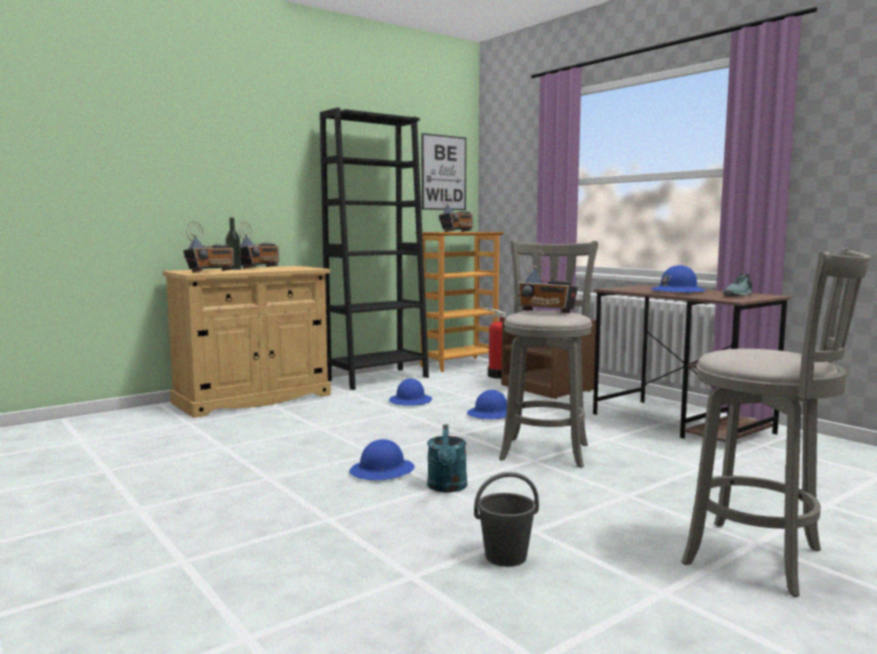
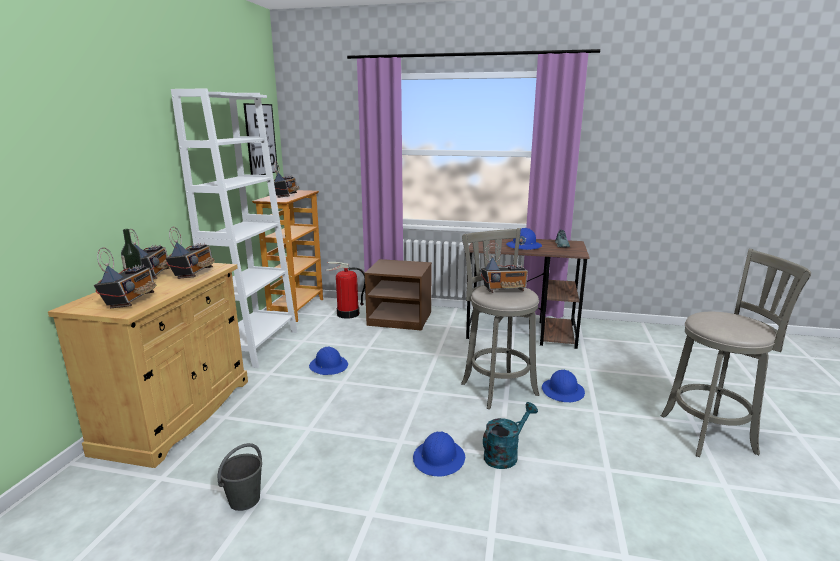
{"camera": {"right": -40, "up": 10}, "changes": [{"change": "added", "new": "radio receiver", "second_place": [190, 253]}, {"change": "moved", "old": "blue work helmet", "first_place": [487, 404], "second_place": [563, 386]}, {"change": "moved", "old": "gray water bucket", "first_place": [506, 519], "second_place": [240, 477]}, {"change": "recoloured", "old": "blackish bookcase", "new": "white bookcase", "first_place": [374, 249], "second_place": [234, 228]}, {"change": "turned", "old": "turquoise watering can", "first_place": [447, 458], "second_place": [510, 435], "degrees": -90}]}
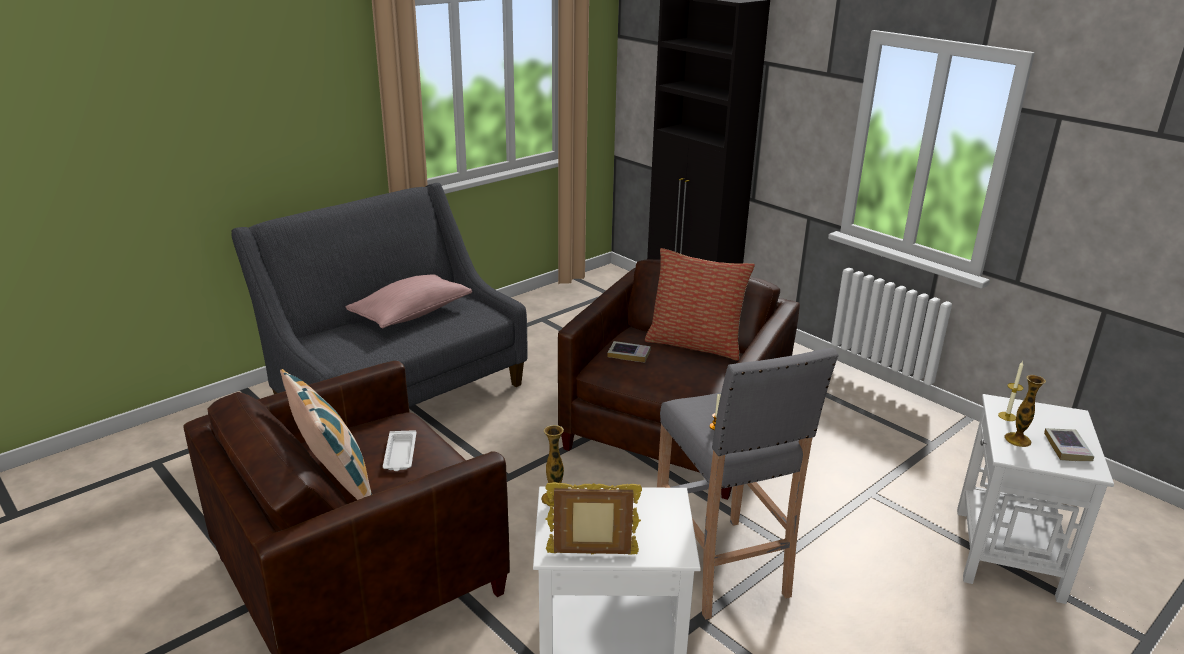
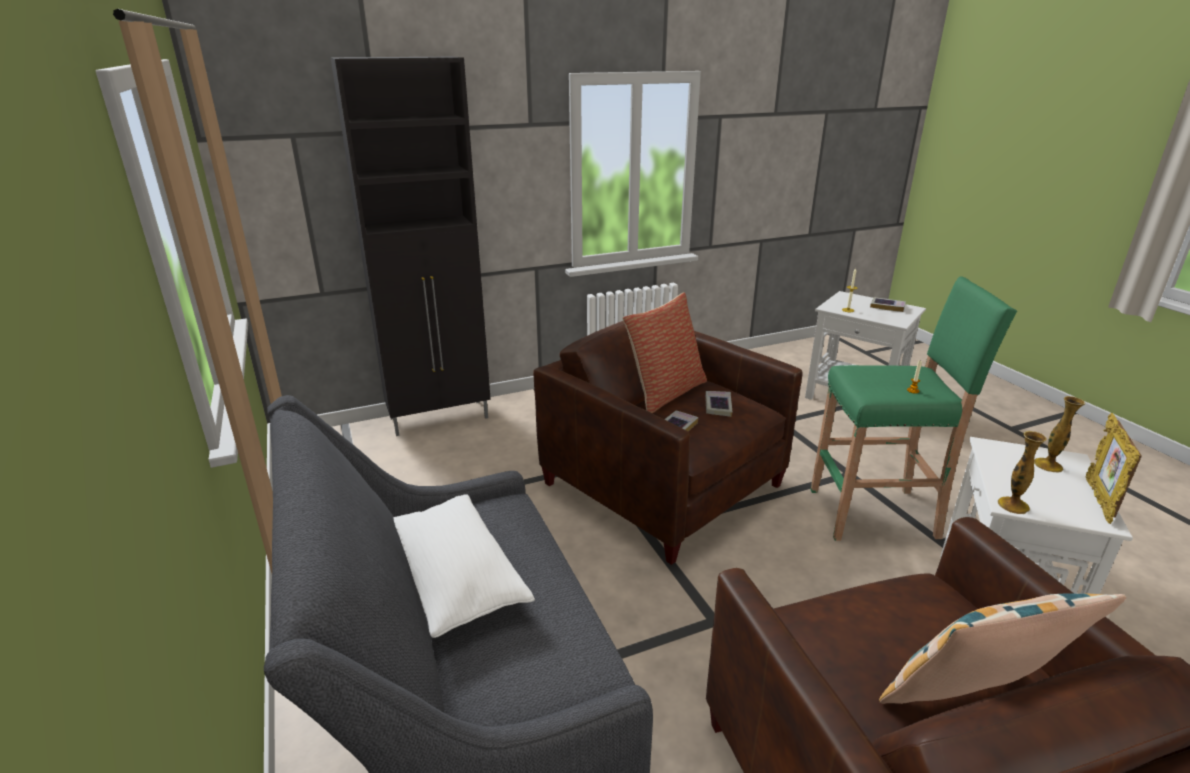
{"camera": {"right": -70, "up": 0}, "changes": [{"change": "removed", "old": "white carrying tray", "first_place": [400, 450]}, {"change": "added", "new": "bound book", "second_place": [718, 404]}, {"change": "moved", "old": "vase", "first_place": [1025, 411], "second_place": [1059, 434]}, {"change": "recoloured", "old": "pinkish cushion", "new": "white cushion", "first_place": [409, 301], "second_place": [464, 566]}, {"change": "recoloured", "old": "gray stool seat", "new": "green stool seat", "first_place": [747, 484], "second_place": [913, 409]}]}
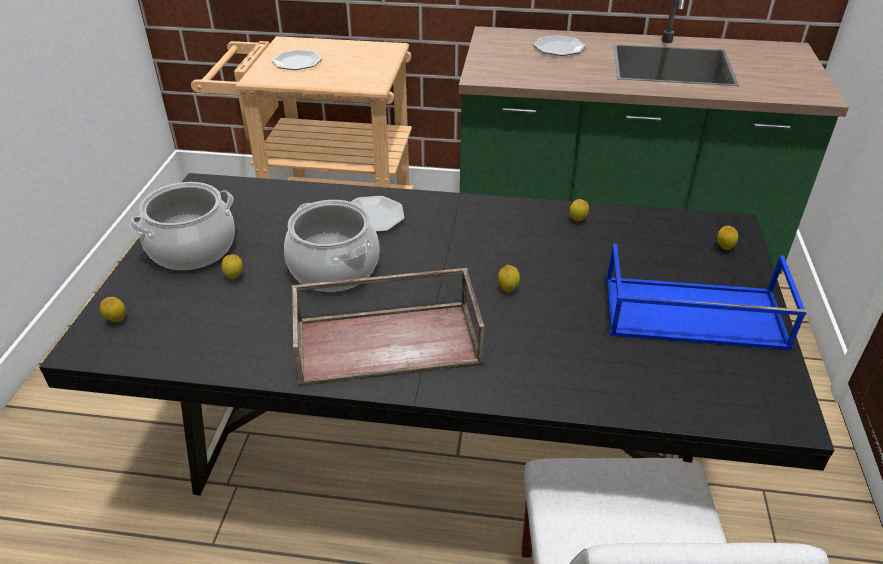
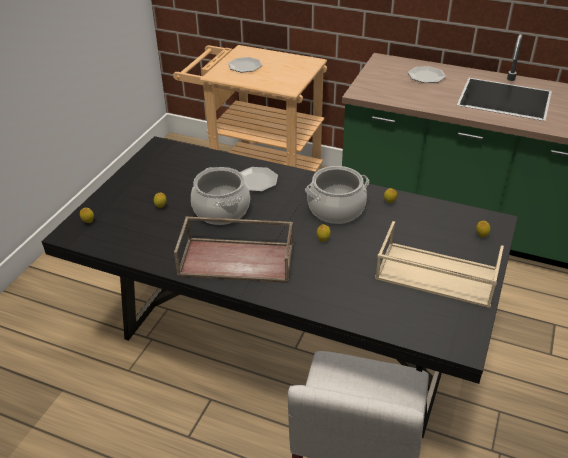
{"camera": {"right": 15, "up": 0}, "changes": [{"change": "moved", "old": "cooking pot", "first_place": [182, 226], "second_place": [337, 195]}, {"change": "recoloured", "old": "blue carrying tray", "new": "sand-coloured carrying tray", "first_place": [706, 297], "second_place": [439, 264]}]}
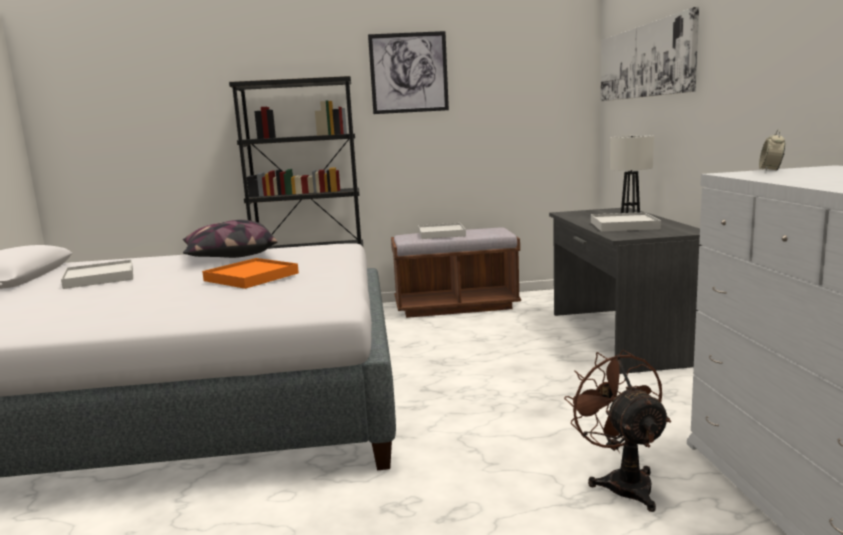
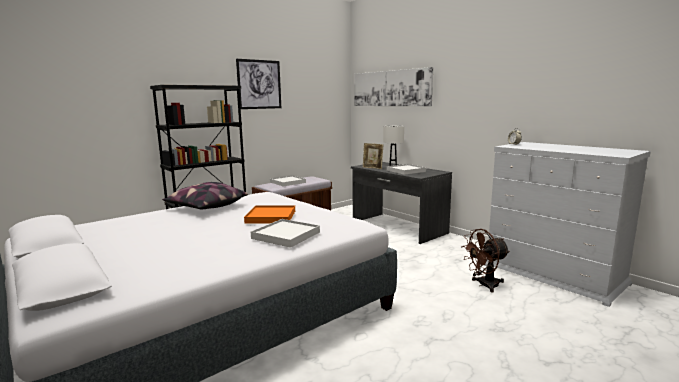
{"camera": {"right": -35, "up": 0}, "changes": [{"change": "added", "new": "photo frame", "second_place": [373, 156]}, {"change": "moved", "old": "white carrying tray", "first_place": [97, 274], "second_place": [285, 233]}, {"change": "turned", "old": "brownish cooling fan", "first_place": [617, 431], "second_place": [485, 261], "degrees": -60}]}
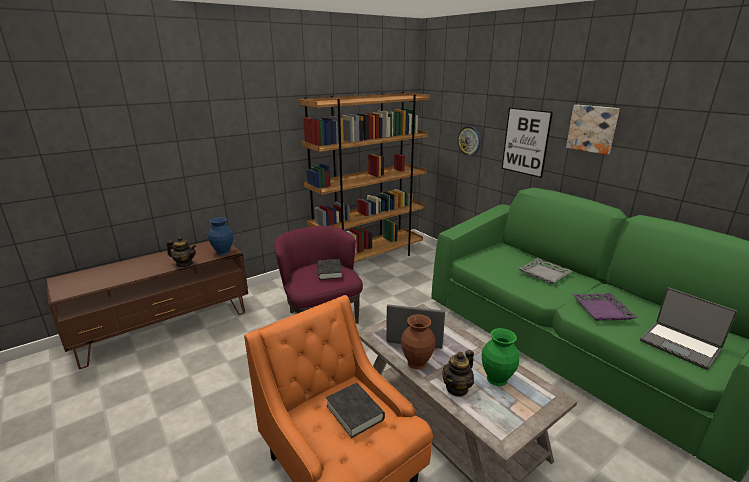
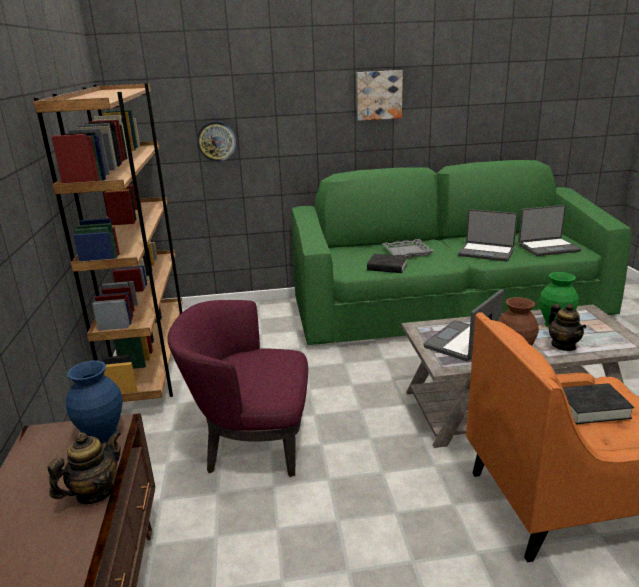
{"camera": {"right": -60, "up": 0}, "changes": [{"change": "removed", "old": "wall picture", "first_place": [527, 142]}, {"change": "moved", "old": "blackish bound book", "first_place": [330, 269], "second_place": [387, 263]}, {"change": "replaced", "old": "purplish carrying tray", "new": "notebook computer", "first_place": [605, 307], "second_place": [488, 235]}]}
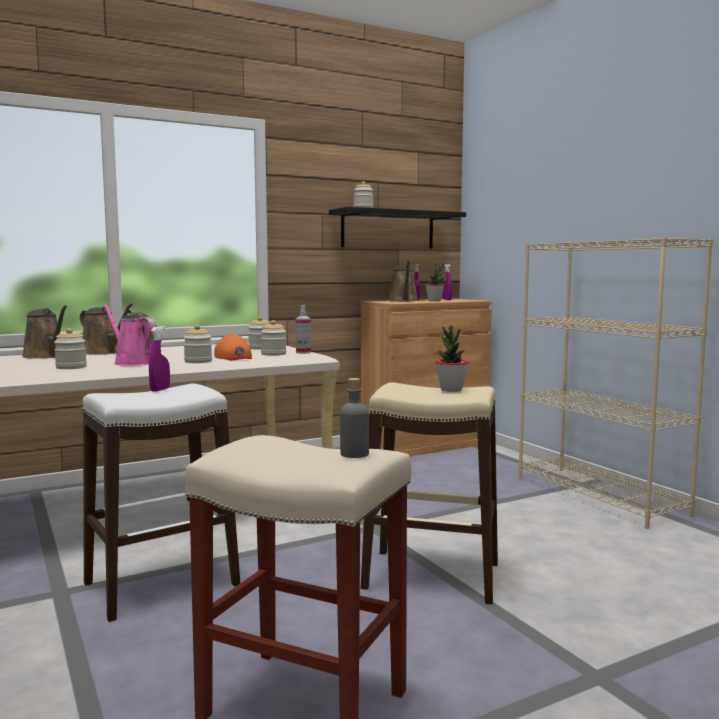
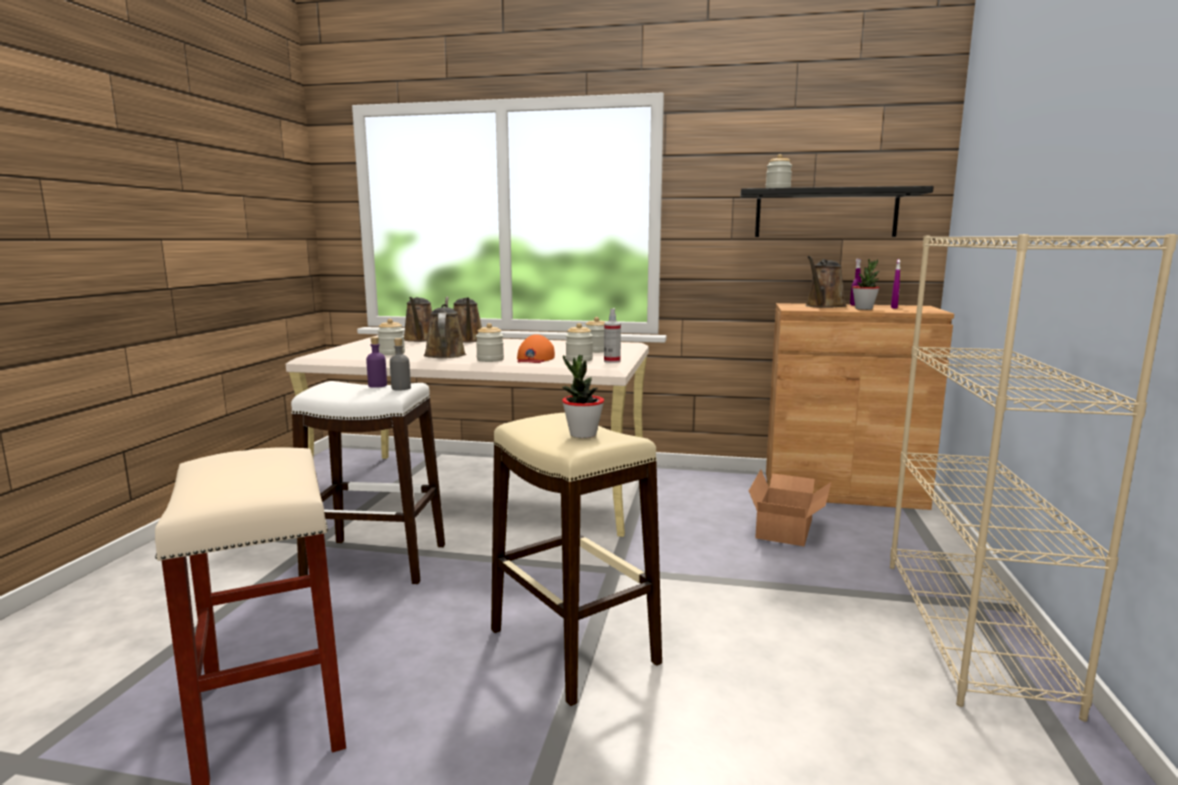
{"camera": {"right": 40, "up": 5}, "changes": [{"change": "added", "new": "cardboard box", "second_place": [790, 507]}, {"change": "moved", "old": "gray bottle", "first_place": [354, 418], "second_place": [400, 364]}, {"change": "replaced", "old": "purplish spray bottle", "new": "purplish bottle", "first_place": [159, 359], "second_place": [376, 362]}, {"change": "recoloured", "old": "pinkish watering can", "new": "brownish watering can", "first_place": [130, 335], "second_place": [445, 327]}]}
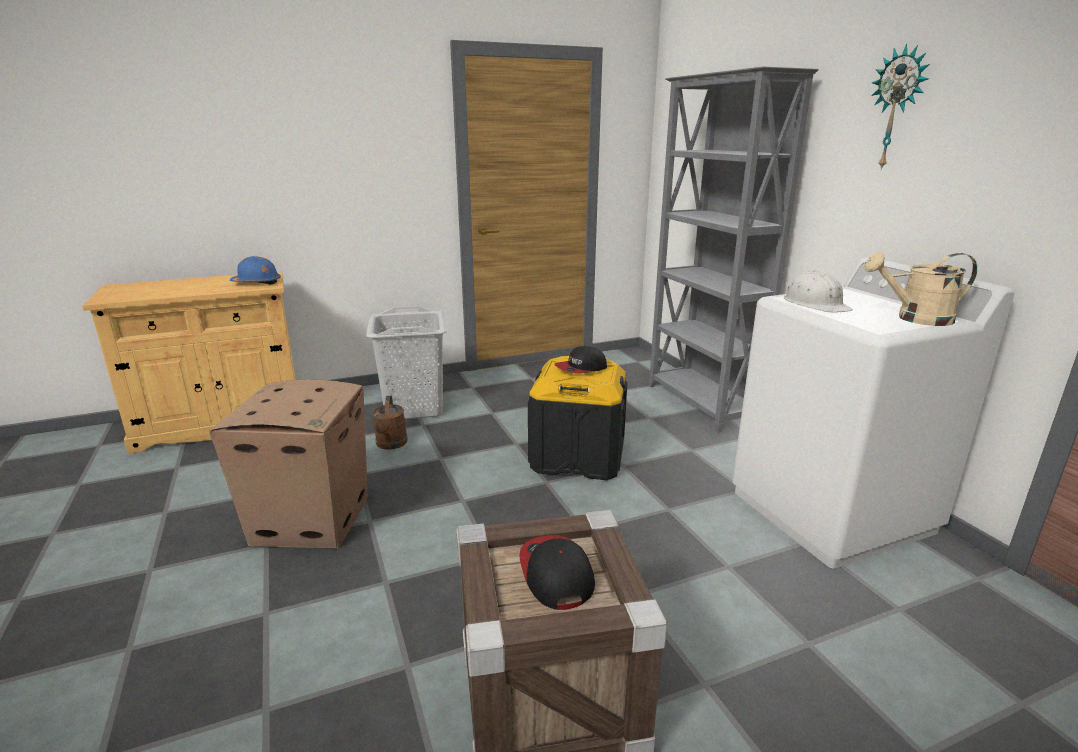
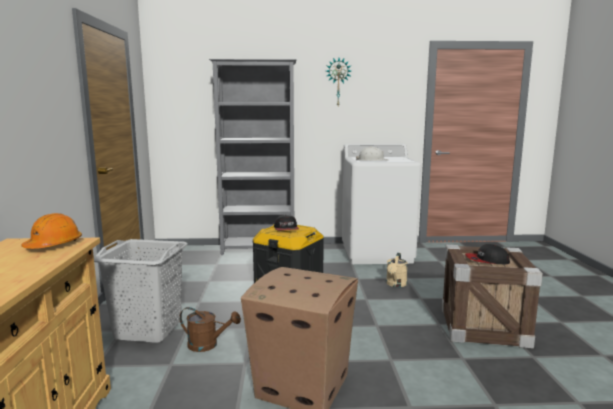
{"camera": {"right": -70, "up": -10}, "changes": [{"change": "moved", "old": "sand-coloured watering can", "first_place": [921, 289], "second_place": [397, 270]}, {"change": "recoloured", "old": "blue work helmet", "new": "orange work helmet", "first_place": [255, 270], "second_place": [52, 231]}]}
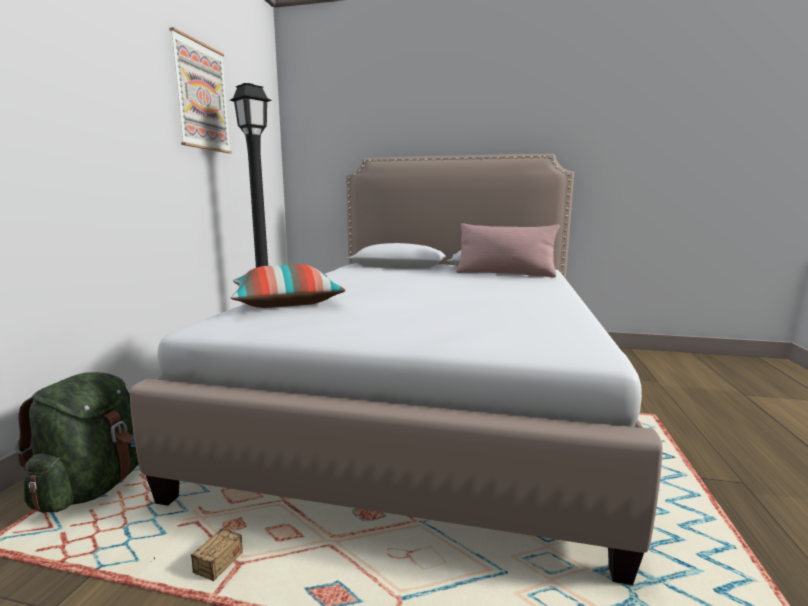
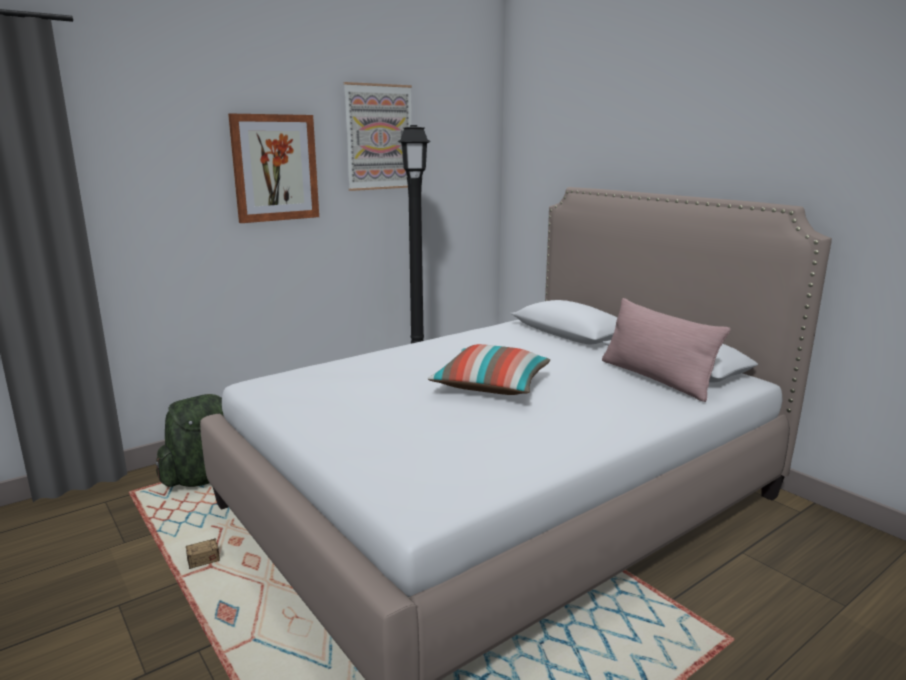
{"camera": {"right": 40, "up": 5}, "changes": [{"change": "added", "new": "wall picture", "second_place": [273, 168]}, {"change": "moved", "old": "cushion", "first_place": [288, 286], "second_place": [489, 369]}]}
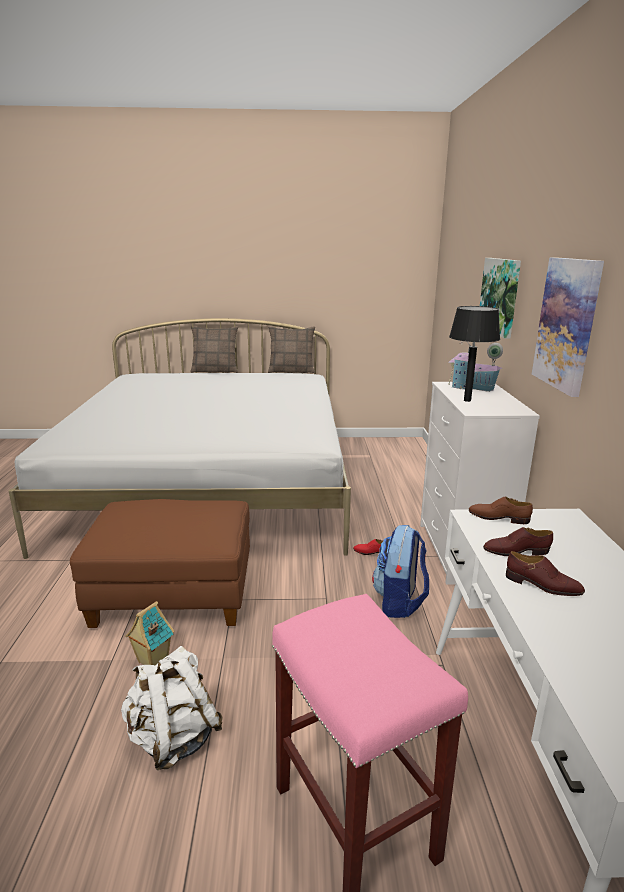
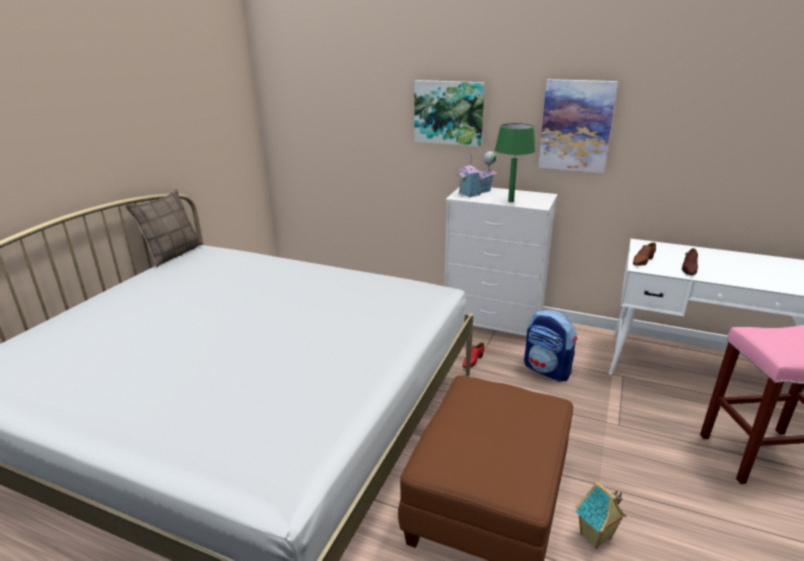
{"camera": {"right": -65, "up": 5}, "changes": [{"change": "removed", "old": "white backpack", "first_place": [172, 708]}, {"change": "removed", "old": "cushion", "first_place": [214, 349]}, {"change": "removed", "old": "brownish shoe", "first_place": [545, 573]}, {"change": "recoloured", "old": "blackish tabletop lamp", "new": "green tabletop lamp", "first_place": [474, 354], "second_place": [515, 162]}]}
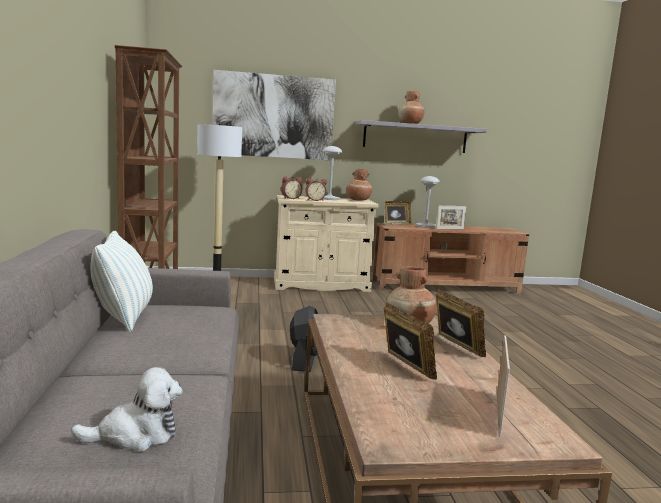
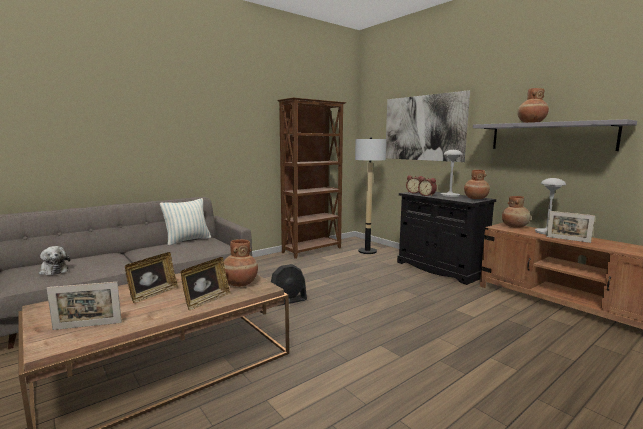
{"camera": {"right": 60, "up": 0}, "changes": [{"change": "replaced", "old": "photo frame", "new": "brownish vase", "first_place": [398, 213], "second_place": [516, 212]}, {"change": "recoloured", "old": "sand-coloured cabinet", "new": "blackish cabinet", "first_place": [326, 243], "second_place": [446, 238]}]}
